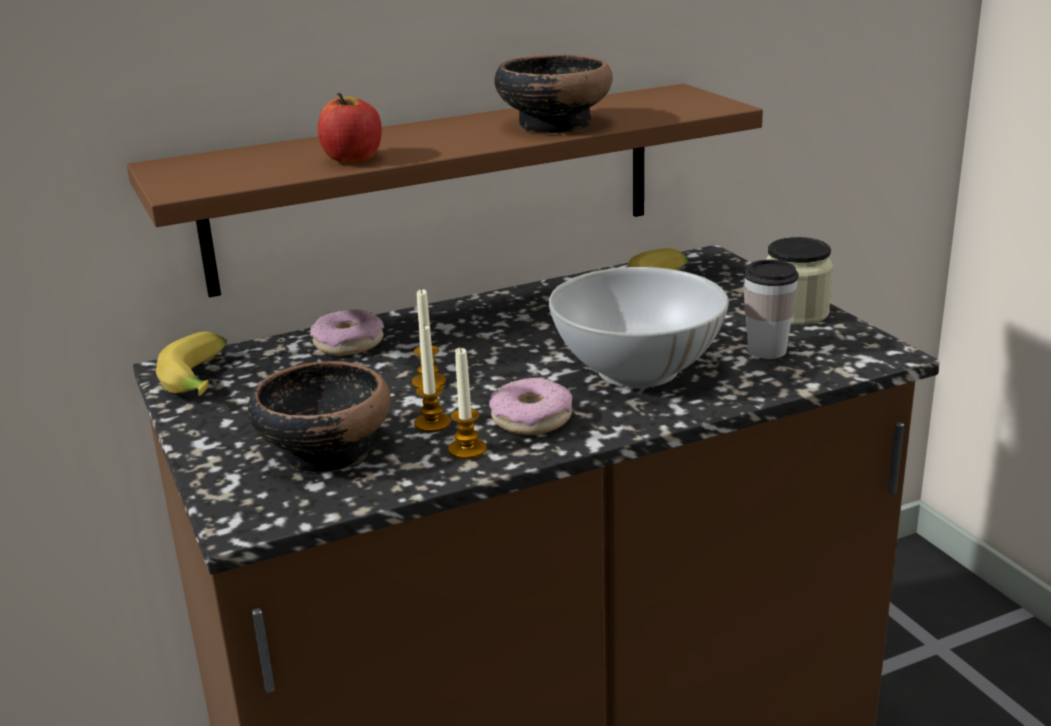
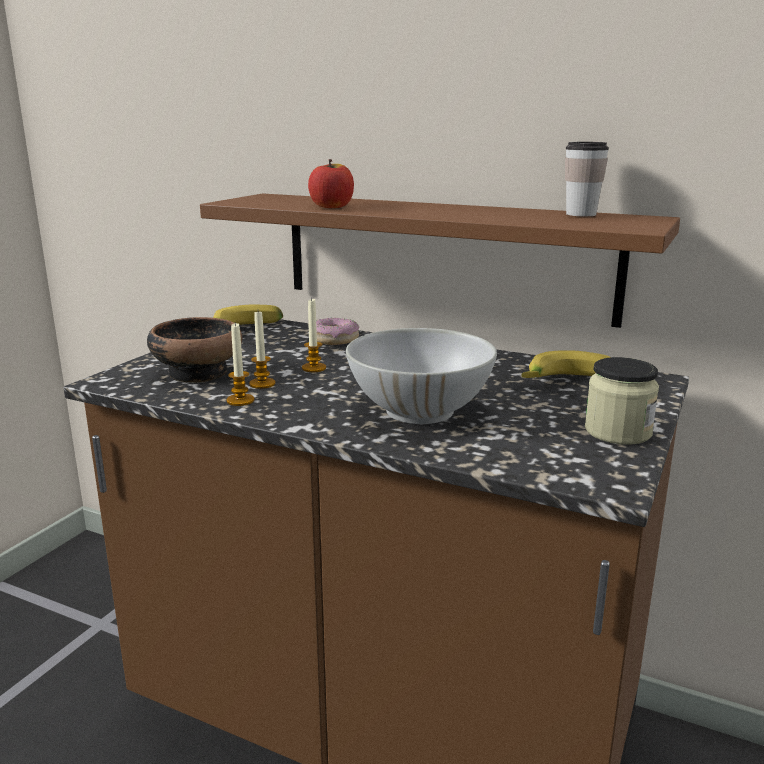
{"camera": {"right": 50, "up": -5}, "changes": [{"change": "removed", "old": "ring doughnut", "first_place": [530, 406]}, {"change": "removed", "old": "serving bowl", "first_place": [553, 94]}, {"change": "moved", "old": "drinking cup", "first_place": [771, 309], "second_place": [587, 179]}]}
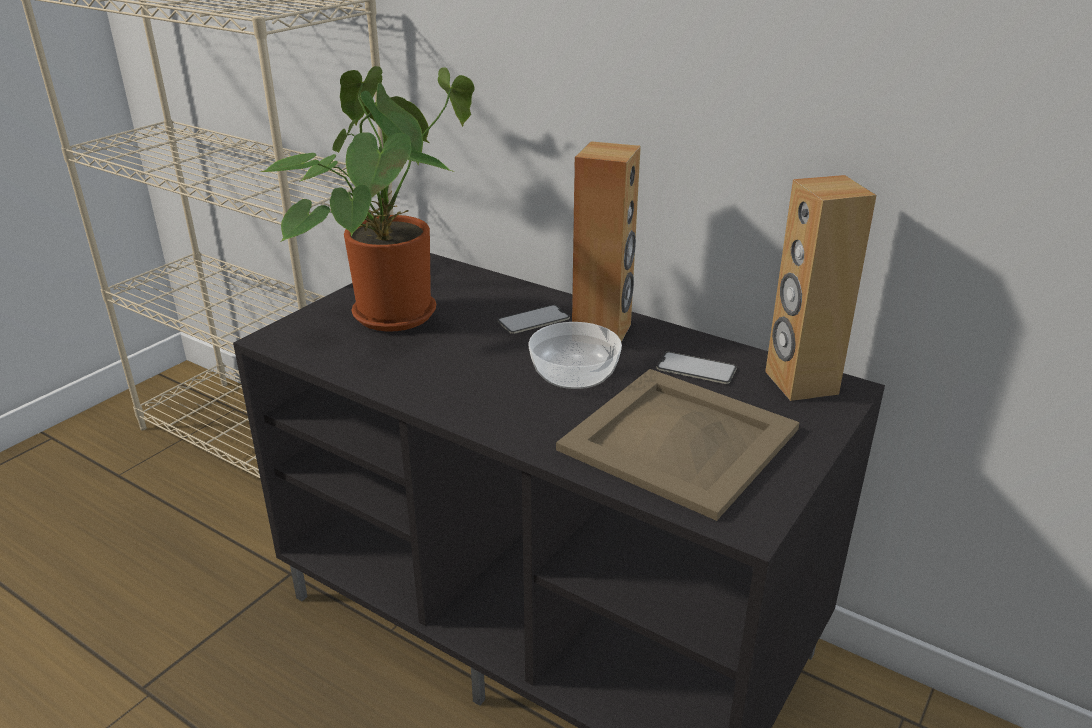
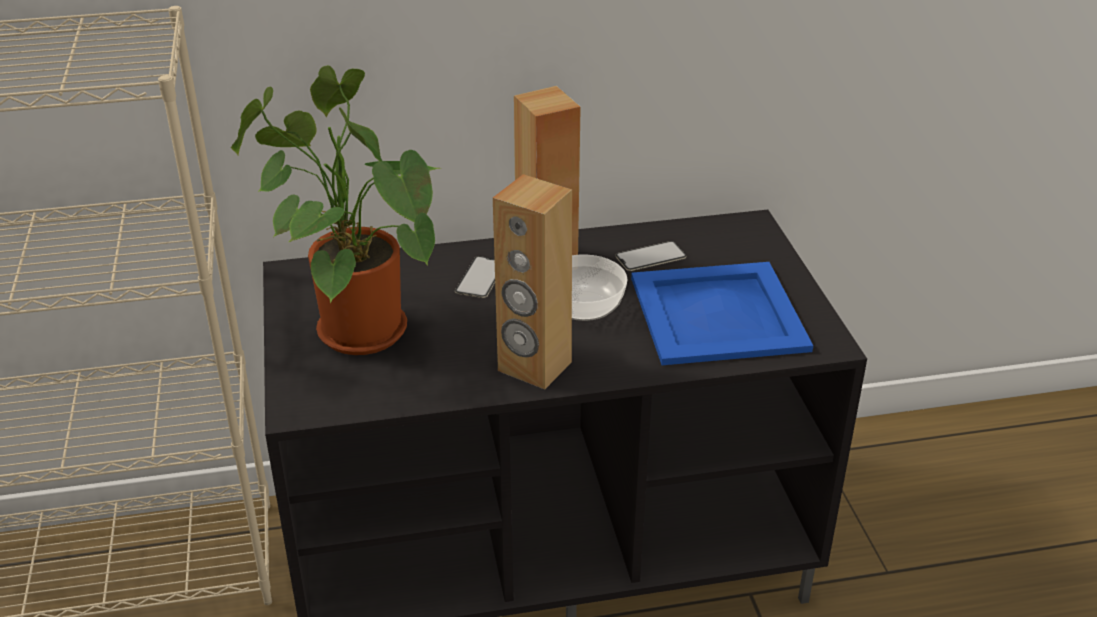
{"camera": {"right": -45, "up": 5}, "changes": [{"change": "moved", "old": "brownish audio speaker", "first_place": [820, 288], "second_place": [532, 281]}, {"change": "recoloured", "old": "sand-coloured carrying tray", "new": "blue carrying tray", "first_place": [678, 445], "second_place": [722, 313]}]}
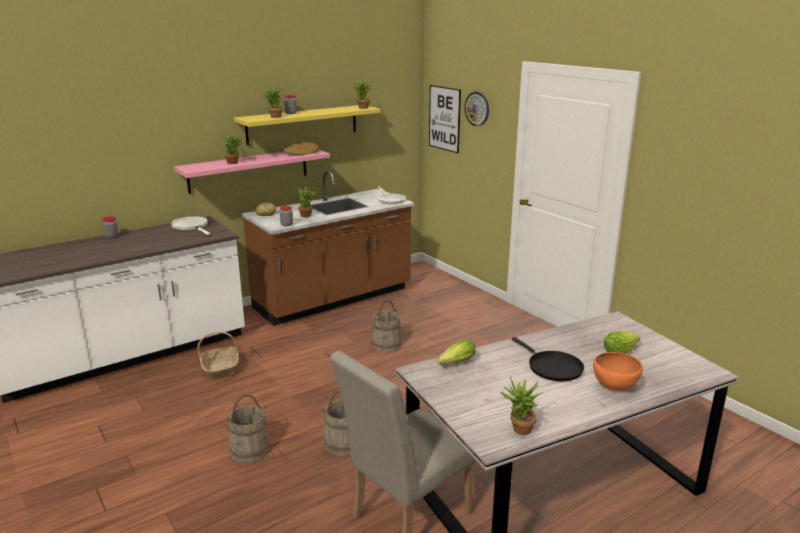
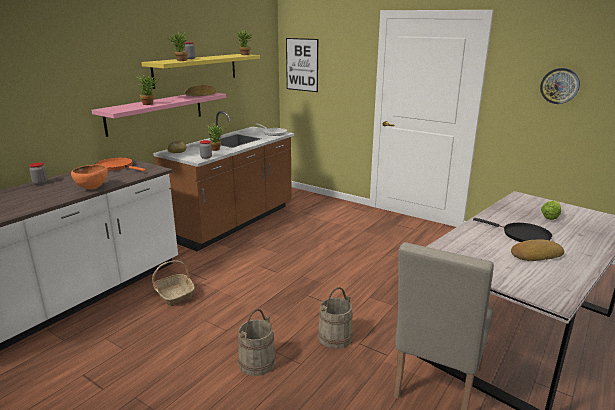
{"camera": {"right": -20, "up": 0}, "changes": [{"change": "removed", "old": "sand-coloured water bucket", "first_place": [386, 326]}, {"change": "removed", "old": "lettuce head", "first_place": [456, 353]}, {"change": "removed", "old": "plant in a pot", "first_place": [521, 406]}, {"change": "added", "new": "bakery bread", "second_place": [537, 250]}, {"change": "moved", "old": "clock on the wall", "first_place": [476, 108], "second_place": [560, 86]}, {"change": "moved", "old": "orange serving bowl", "first_place": [618, 371], "second_place": [89, 177]}, {"change": "recoloured", "old": "white pan", "new": "orange pan", "first_place": [190, 225], "second_place": [120, 164]}]}
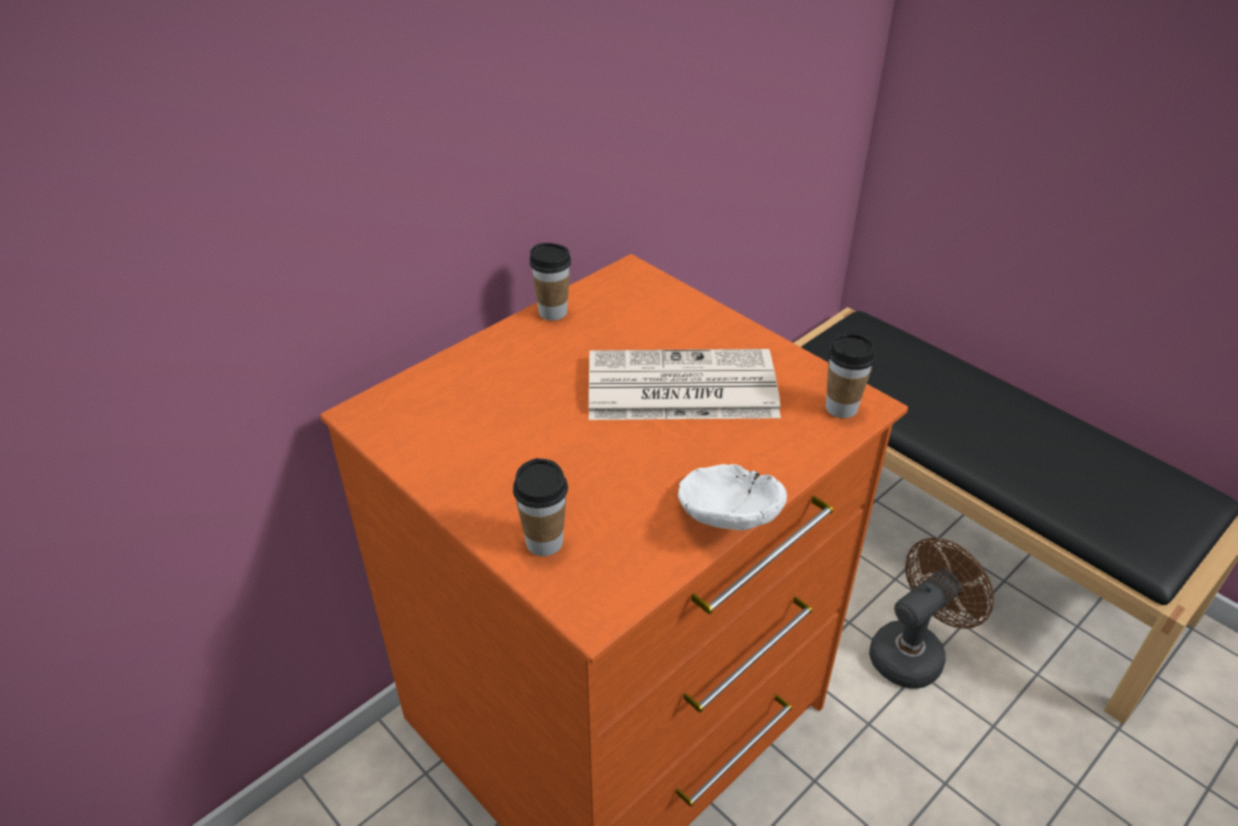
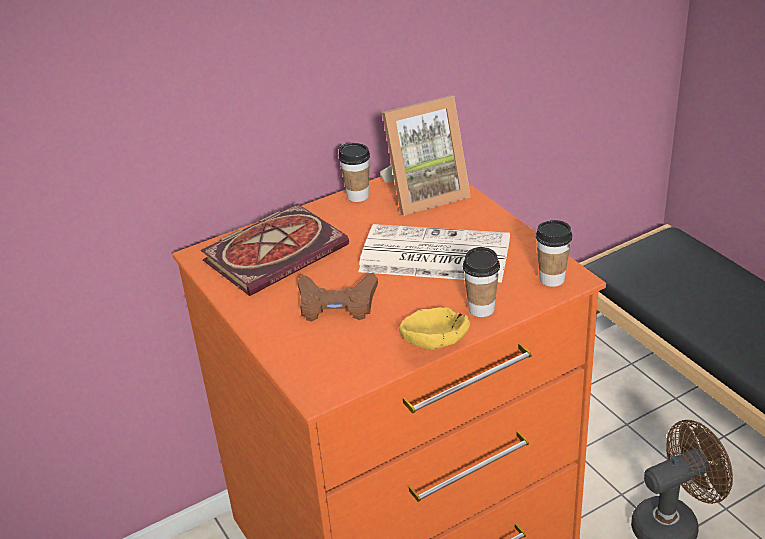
{"camera": {"right": 15, "up": -5}, "changes": [{"change": "added", "new": "bound book", "second_place": [275, 250]}, {"change": "added", "new": "brownish gamepad", "second_place": [337, 297]}, {"change": "added", "new": "photo frame", "second_place": [425, 155]}, {"change": "moved", "old": "drinking cup", "first_place": [540, 507], "second_place": [481, 282]}, {"change": "recoloured", "old": "white serving bowl", "new": "yellowish serving bowl", "first_place": [732, 497], "second_place": [434, 328]}]}
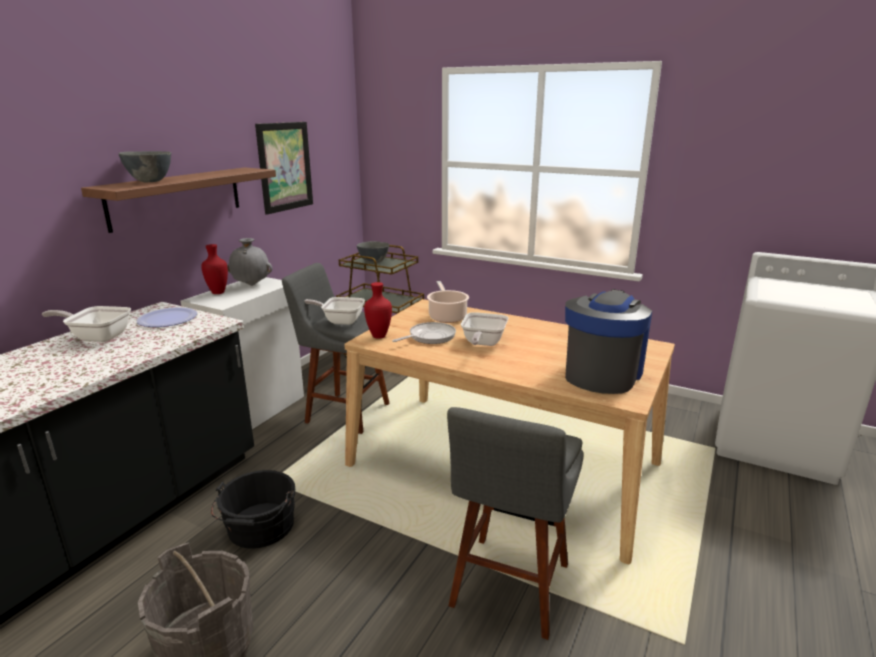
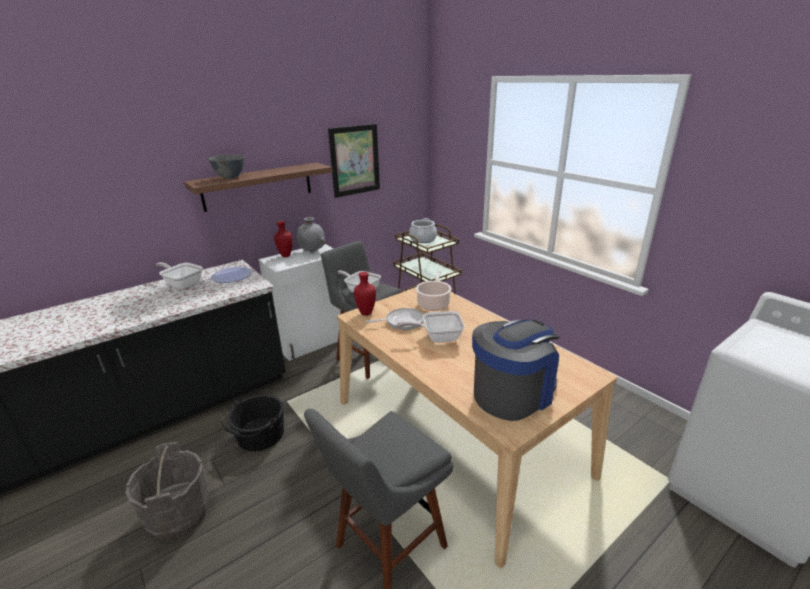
{"camera": {"right": 25, "up": 5}, "changes": [{"change": "replaced", "old": "gray serving bowl", "new": "cooking pot", "first_place": [373, 252], "second_place": [423, 230]}, {"change": "turned", "old": "pan", "first_place": [485, 329], "second_place": [430, 327], "degrees": 45}]}
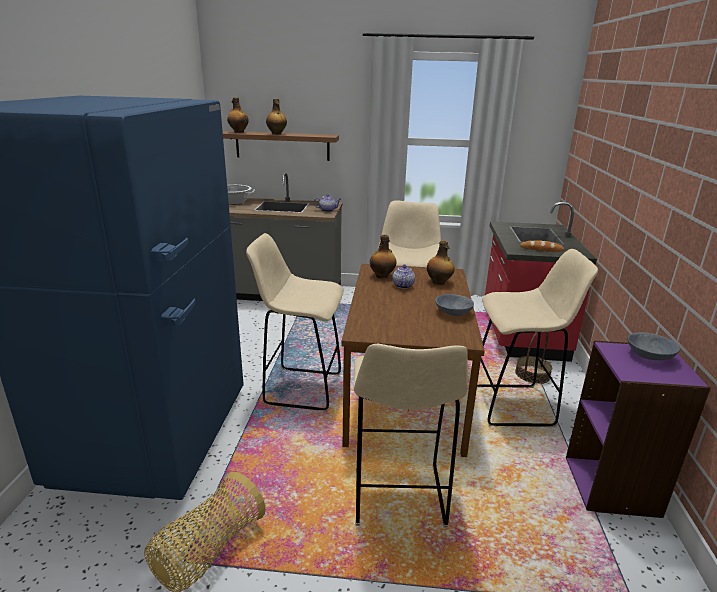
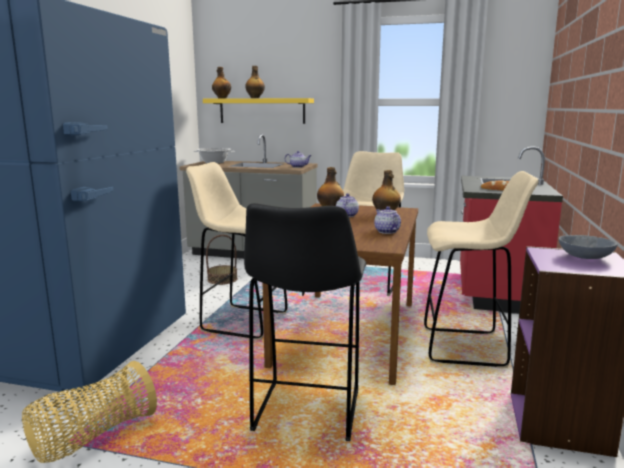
{"camera": {"right": 10, "up": -10}, "changes": [{"change": "moved", "old": "basket", "first_place": [533, 358], "second_place": [222, 260]}, {"change": "replaced", "old": "gray serving bowl", "new": "pot for tea", "first_place": [454, 305], "second_place": [387, 220]}, {"change": "recoloured", "old": "brownish shelf", "new": "yellowish shelf", "first_place": [281, 146], "second_place": [258, 111]}, {"change": "recoloured", "old": "sand-coloured stool seat", "new": "blackish stool seat", "first_place": [411, 436], "second_place": [305, 322]}]}
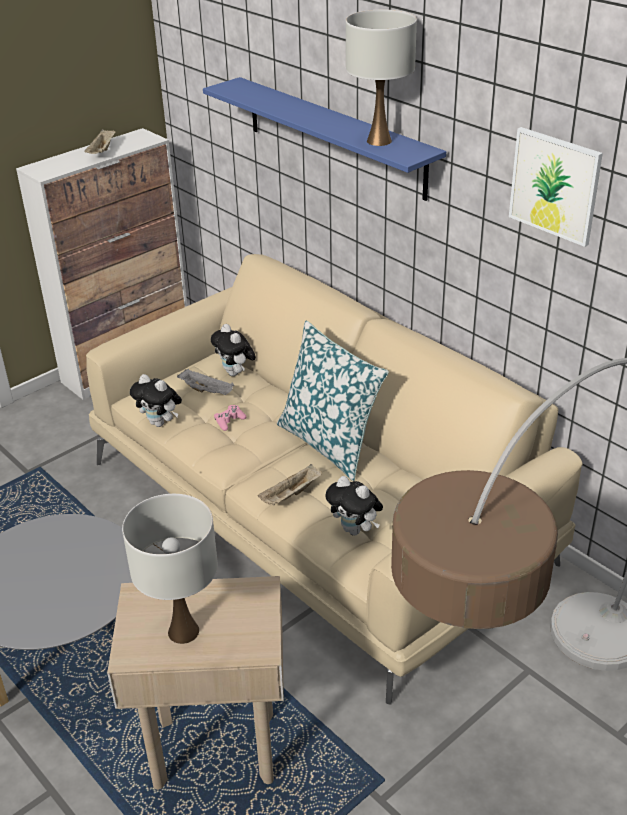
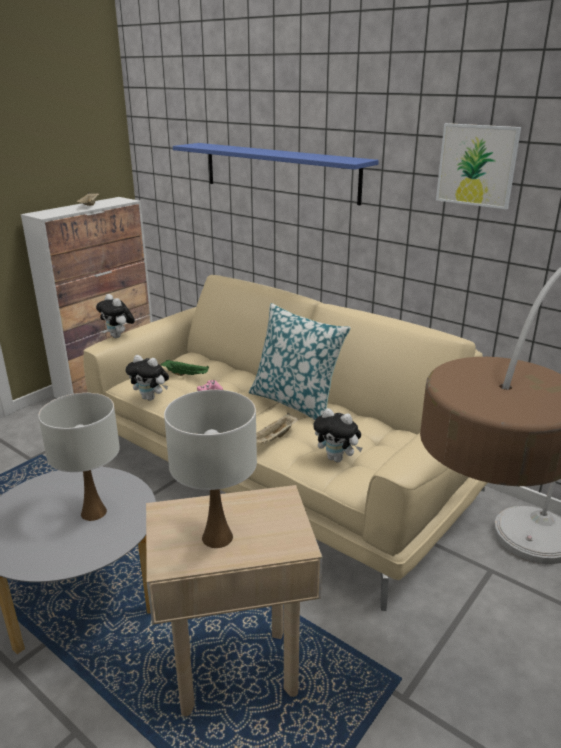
{"camera": {"right": -10, "up": -10}, "changes": [{"change": "moved", "old": "cuddly toy", "first_place": [233, 350], "second_place": [115, 316]}, {"change": "moved", "old": "white tabletop lamp", "first_place": [381, 78], "second_place": [79, 457]}, {"change": "recoloured", "old": "gray carrying tray", "new": "green carrying tray", "first_place": [205, 382], "second_place": [185, 368]}]}
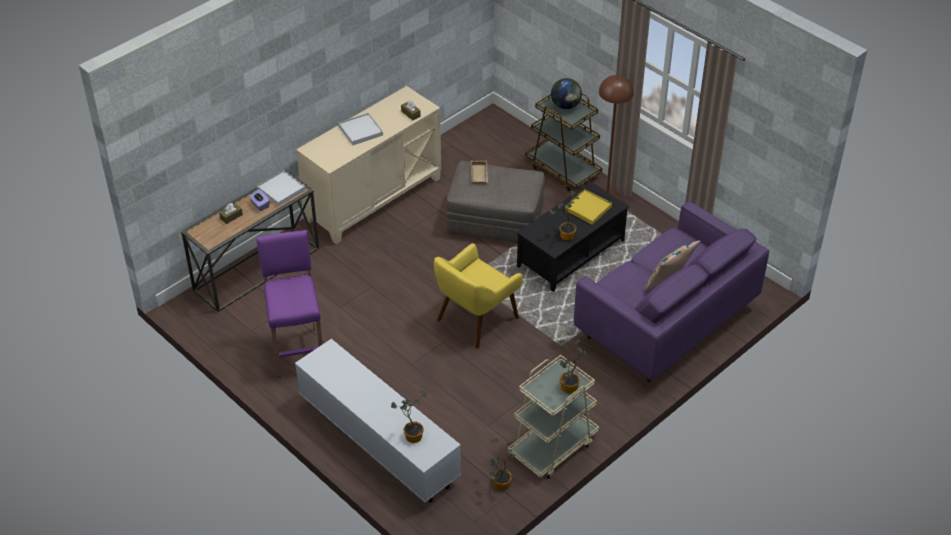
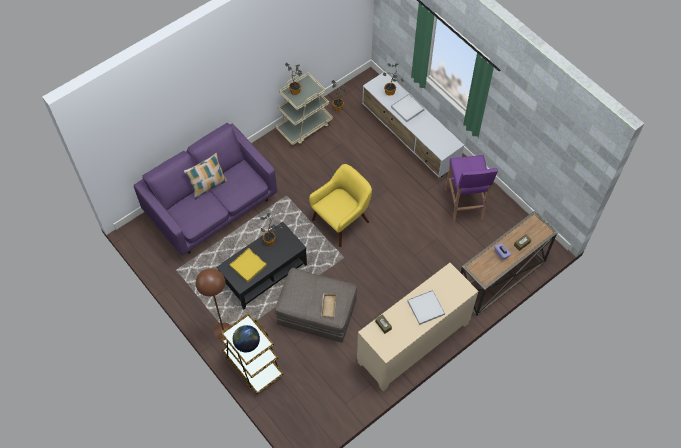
{"camera": {"right": -175, "up": 15}, "changes": [{"change": "moved", "old": "white carrying tray", "first_place": [281, 188], "second_place": [408, 108]}]}
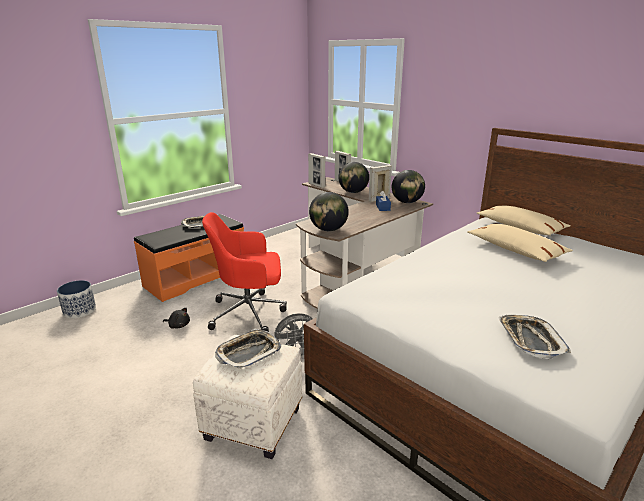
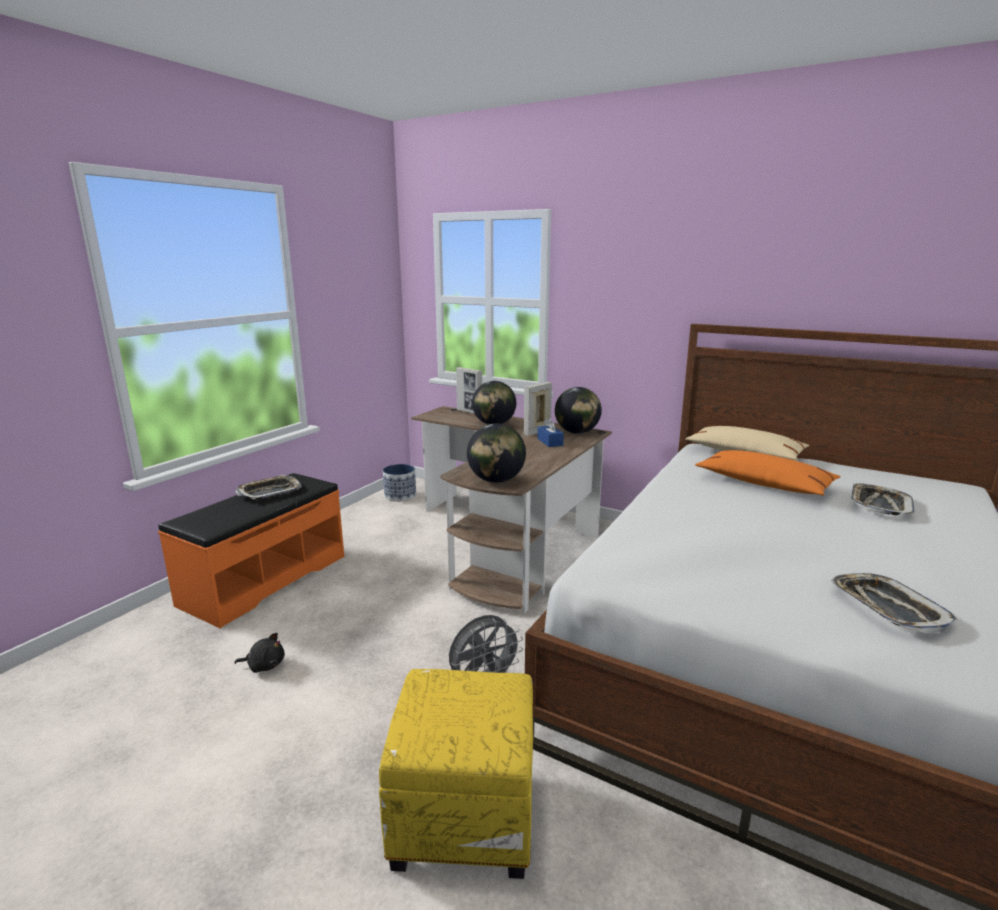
{"camera": {"right": -15, "up": -5}, "changes": [{"change": "removed", "old": "red-coloured office chair", "first_place": [244, 272]}, {"change": "removed", "old": "photo frame", "first_place": [317, 170]}, {"change": "moved", "old": "planter", "first_place": [76, 299], "second_place": [399, 483]}, {"change": "moved", "old": "carrying tray", "first_place": [248, 349], "second_place": [883, 499]}, {"change": "recoloured", "old": "white ottoman", "new": "yellowish ottoman", "first_place": [247, 397], "second_place": [456, 774]}, {"change": "recoloured", "old": "sand-coloured cushion", "new": "orange cushion", "first_place": [520, 243], "second_place": [768, 472]}]}
